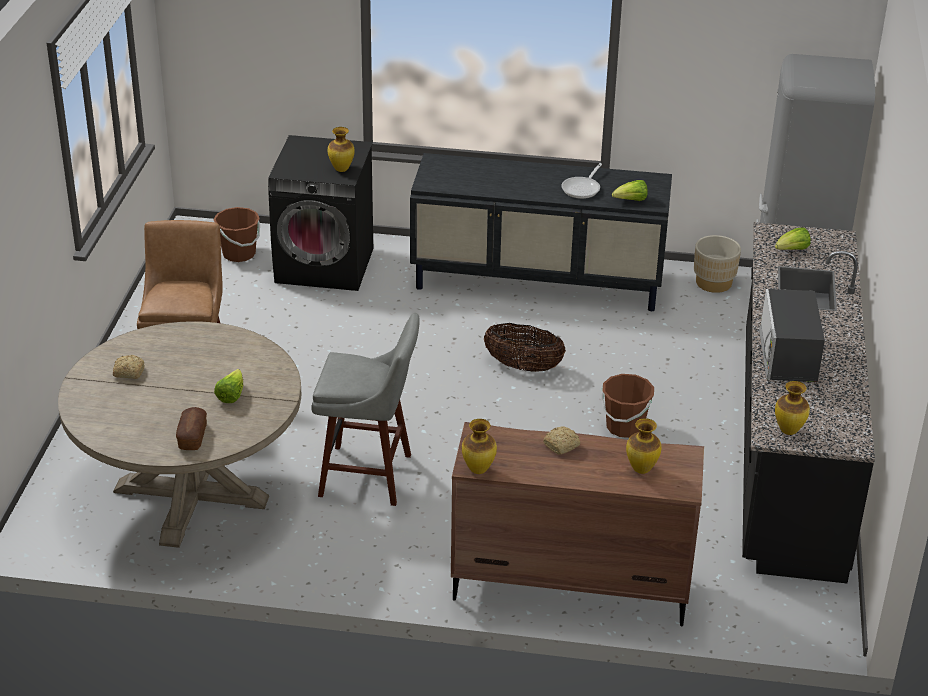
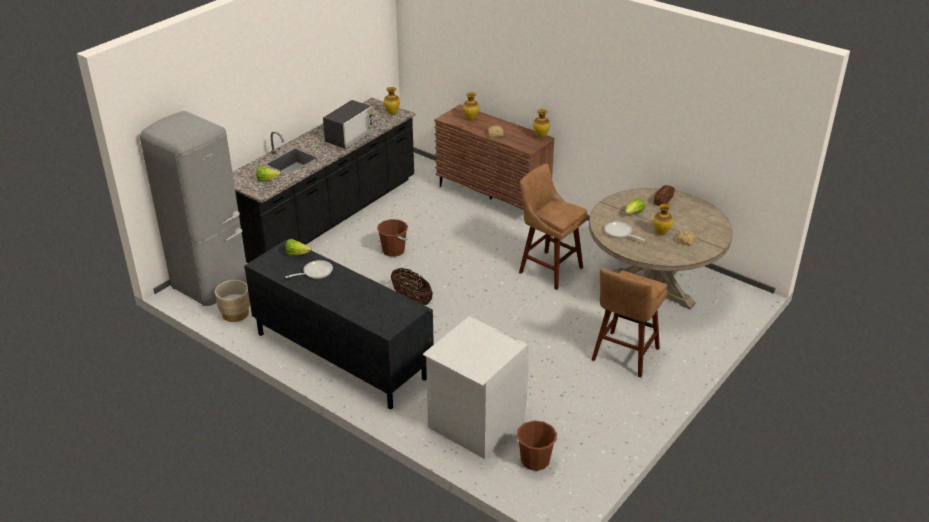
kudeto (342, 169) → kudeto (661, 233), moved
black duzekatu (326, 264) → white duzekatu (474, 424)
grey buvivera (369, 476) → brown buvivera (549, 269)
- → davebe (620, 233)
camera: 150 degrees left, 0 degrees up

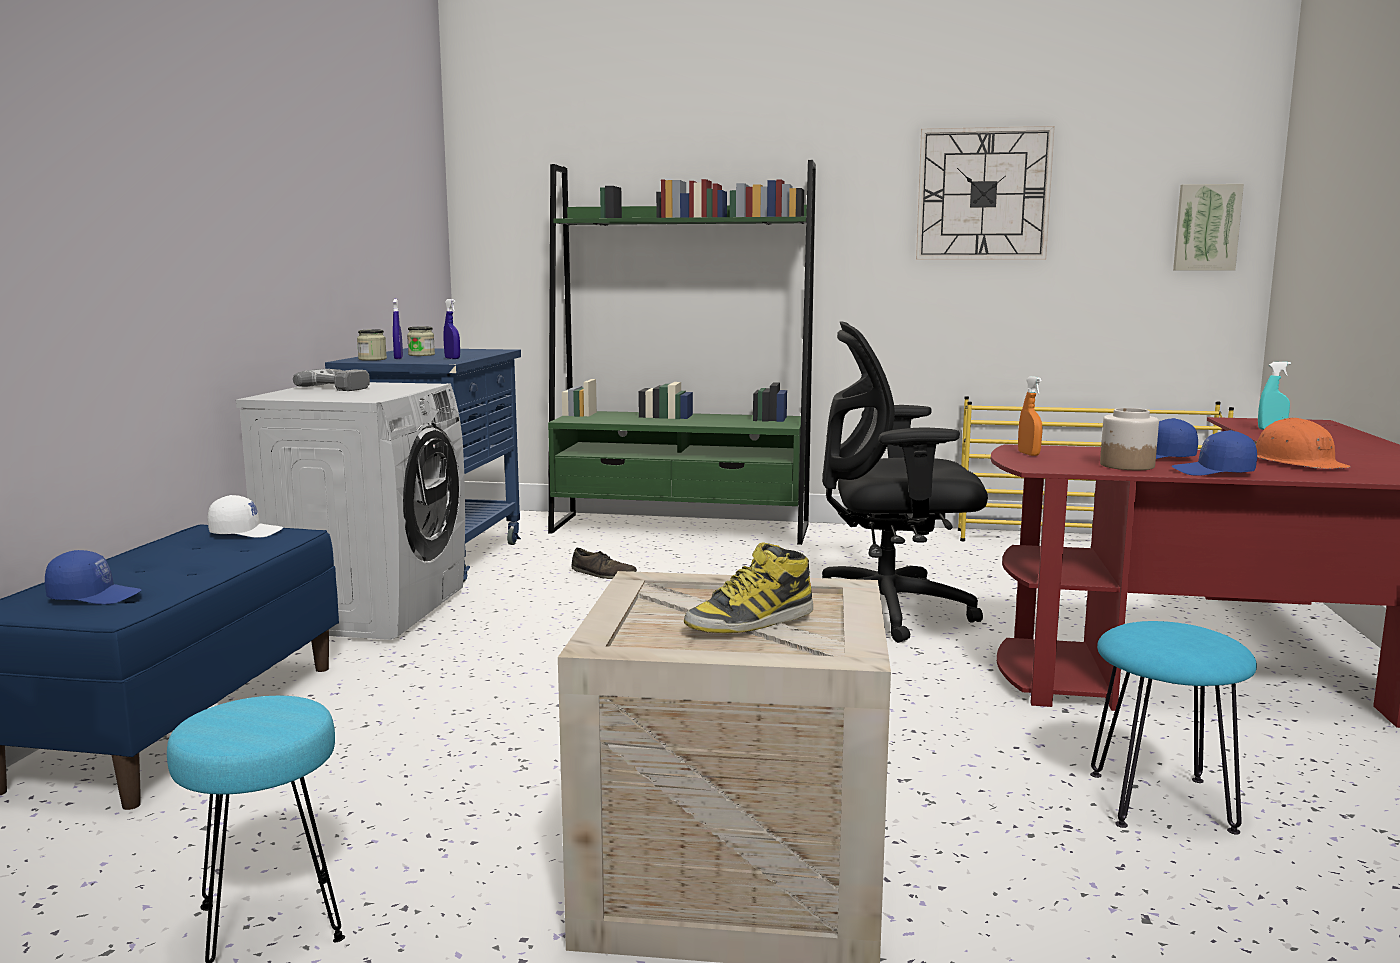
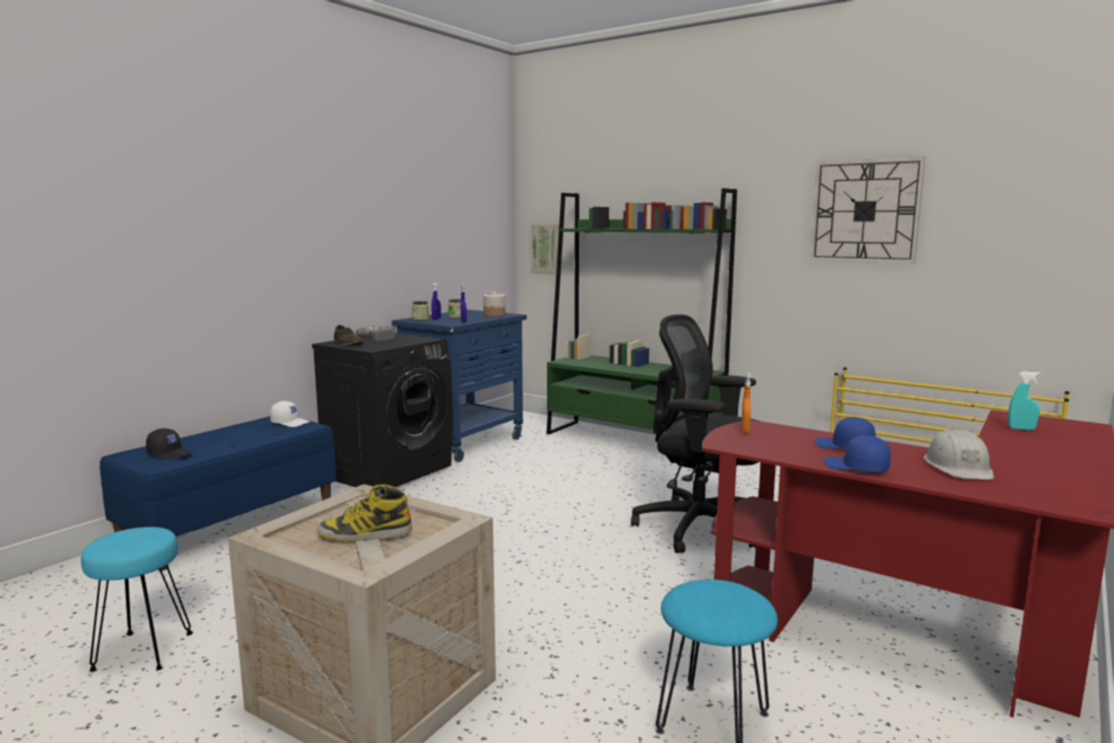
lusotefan (1206, 227) → lusotefan (547, 249), moved
white duzekatu (368, 612) → black duzekatu (388, 474)
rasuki (1126, 465) → rasuki (494, 315), moved
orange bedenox (1297, 462) → white bedenox (958, 467)
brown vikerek (603, 574) → brown vikerek (348, 344), moved
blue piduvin (95, 596) → black piduvin (170, 453)
camera: 25 degrees right, 0 degrees up

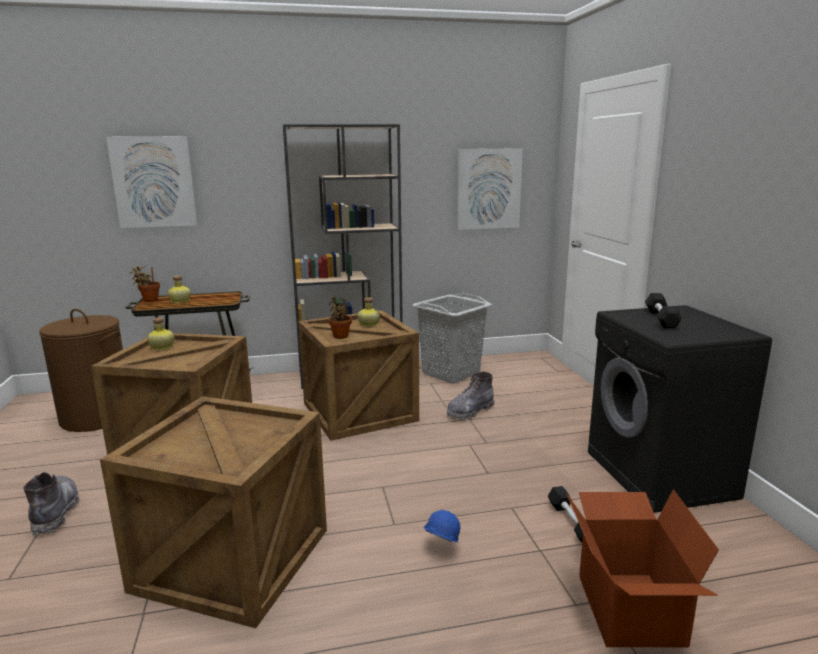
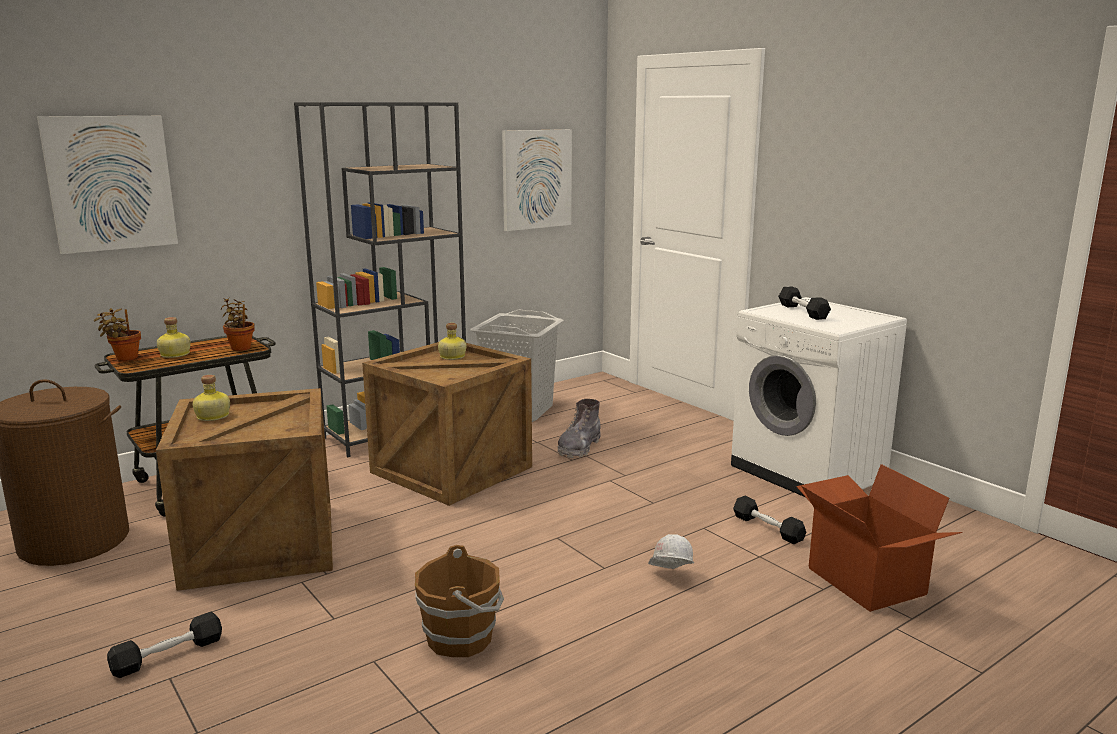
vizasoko (340, 336) → vizasoko (240, 347), moved
black duzekatu (657, 475) → white duzekatu (806, 473)
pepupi (232, 557) → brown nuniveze (462, 638)
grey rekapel (56, 512) → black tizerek (168, 655)
blue bedenox (440, 549) → white bedenox (669, 577)
camera: 25 degrees left, 0 degrees up

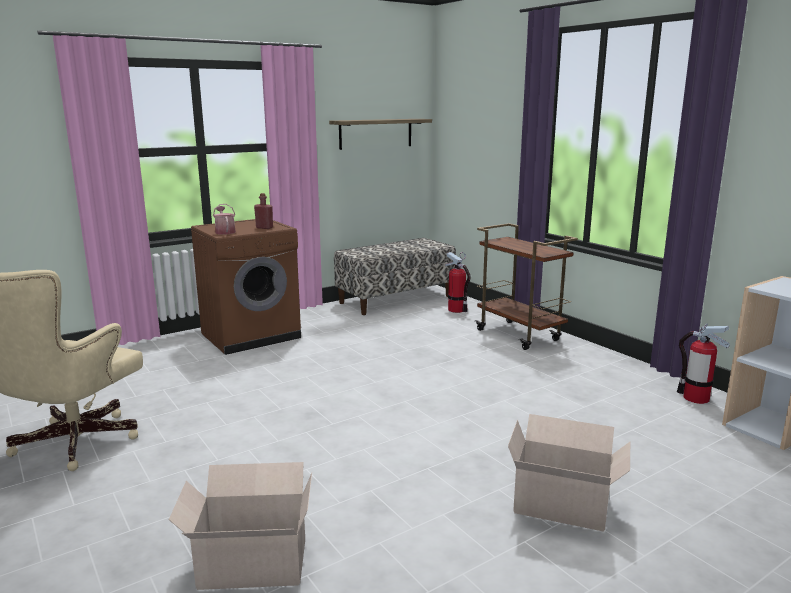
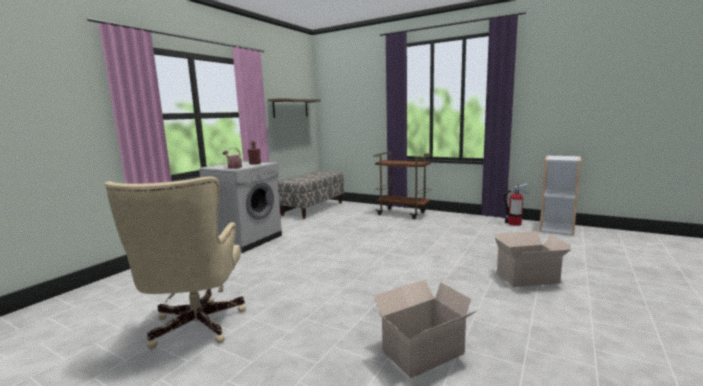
brown duzekatu (252, 336) → white duzekatu (247, 240)
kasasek (456, 310) → -
camera: 25 degrees left, 5 degrees down

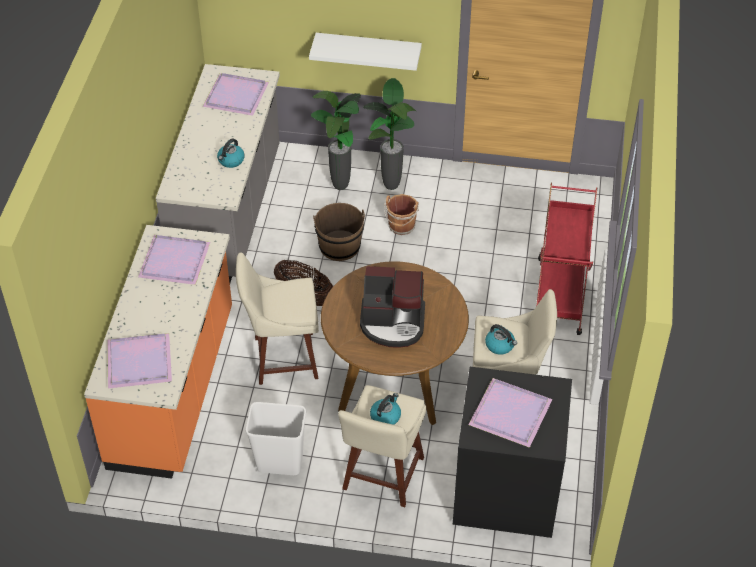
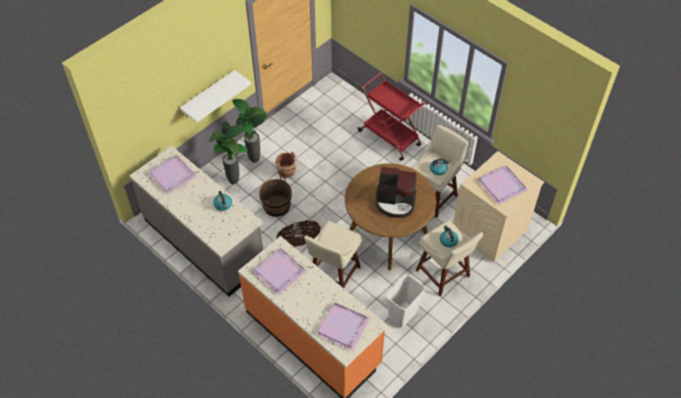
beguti (393, 323) → beguti (395, 202), 60 degrees clockwise
black duzekatu (505, 492) → beige duzekatu (489, 230)
camera: 55 degrees left, 5 degrees up

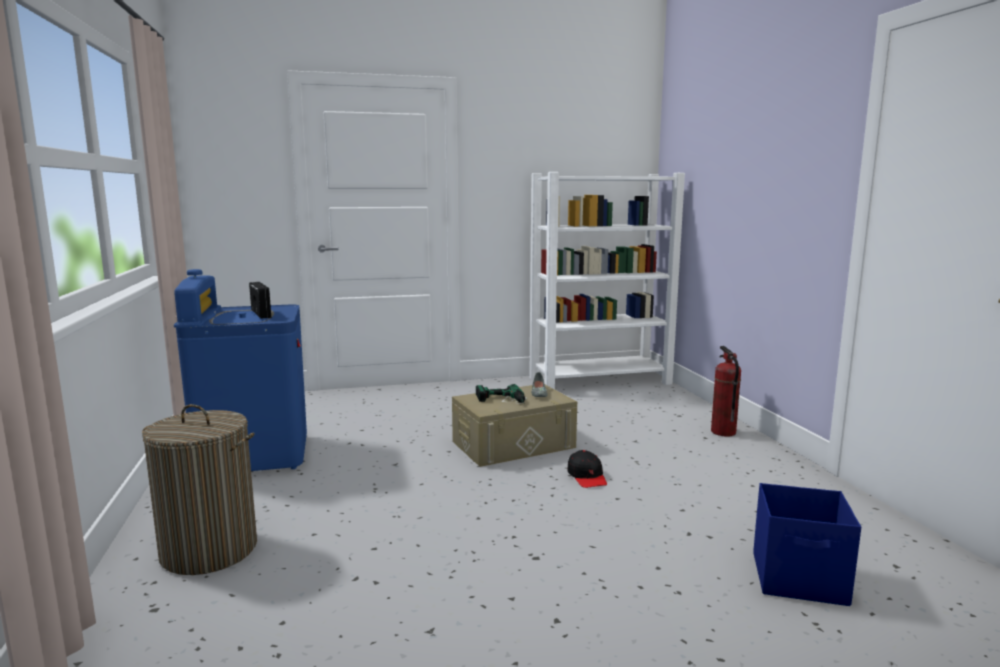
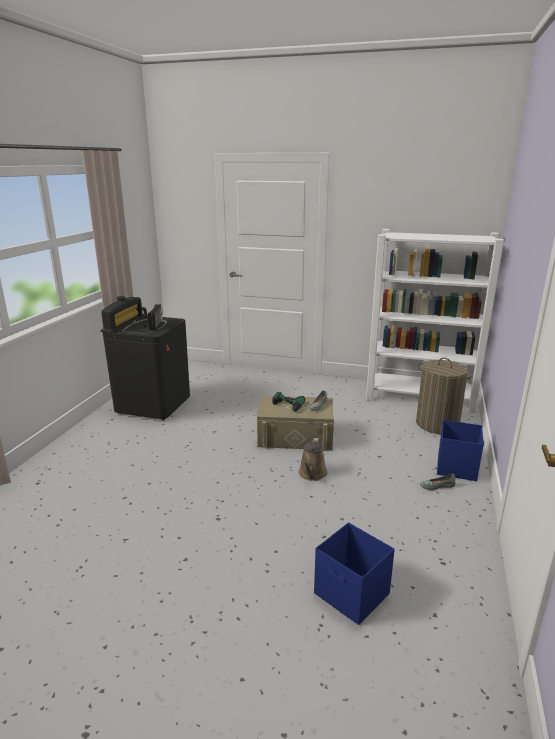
blue duzekatu (253, 454) → black duzekatu (153, 404)
kasasek (722, 432) → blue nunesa (457, 467)
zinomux (209, 550) → zinomux (437, 424), moved
black piduvin (587, 477) → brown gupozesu (312, 474)
- → grey vikerek (437, 486)
camera: 30 degrees right, 10 degrees up

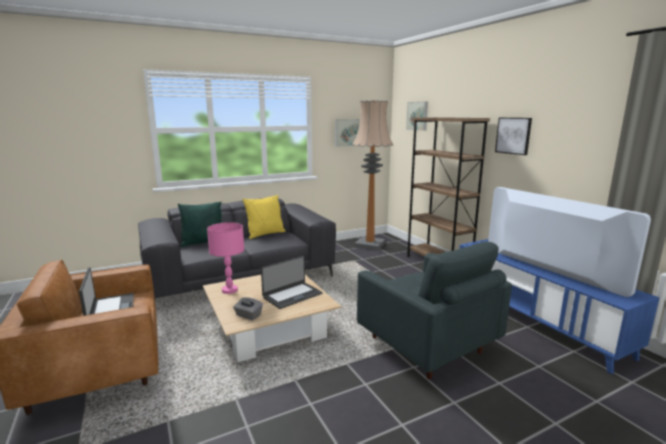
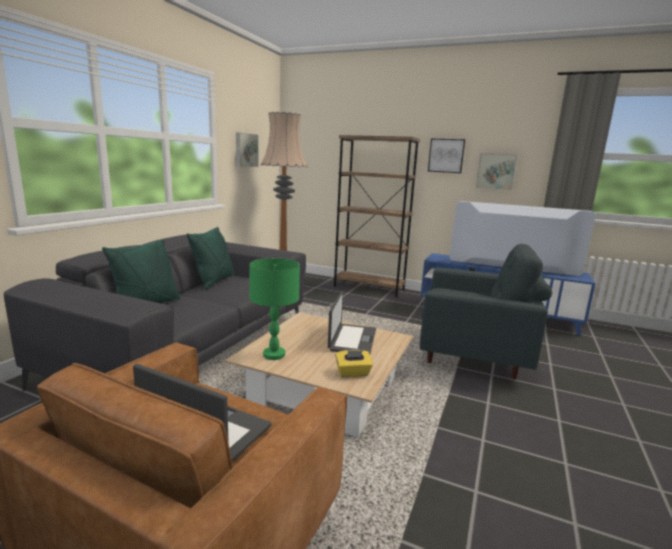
lusotefan (418, 116) → lusotefan (496, 171), moved
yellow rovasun (265, 234) → green rovasun (214, 281)
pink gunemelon (229, 290) → green gunemelon (274, 355)
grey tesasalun (248, 315) → yellow tesasalun (353, 373)
camera: 40 degrees left, 0 degrees up

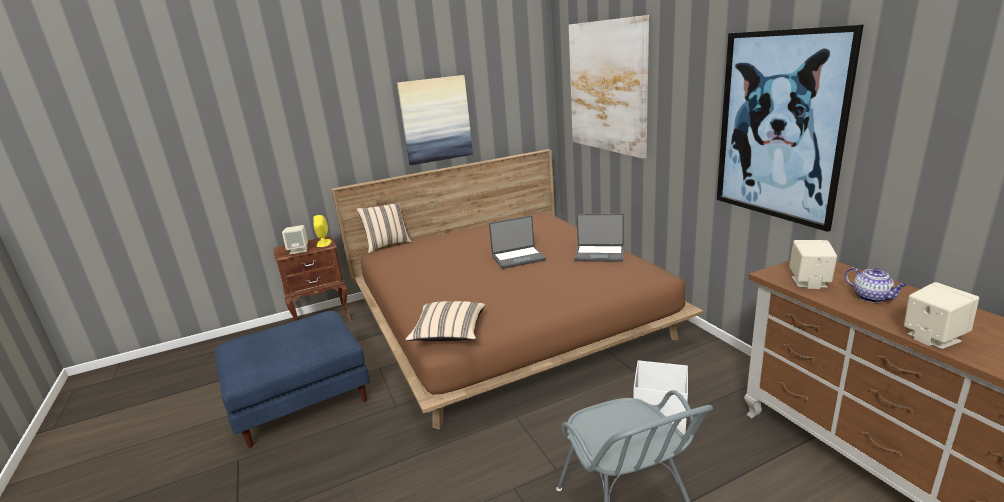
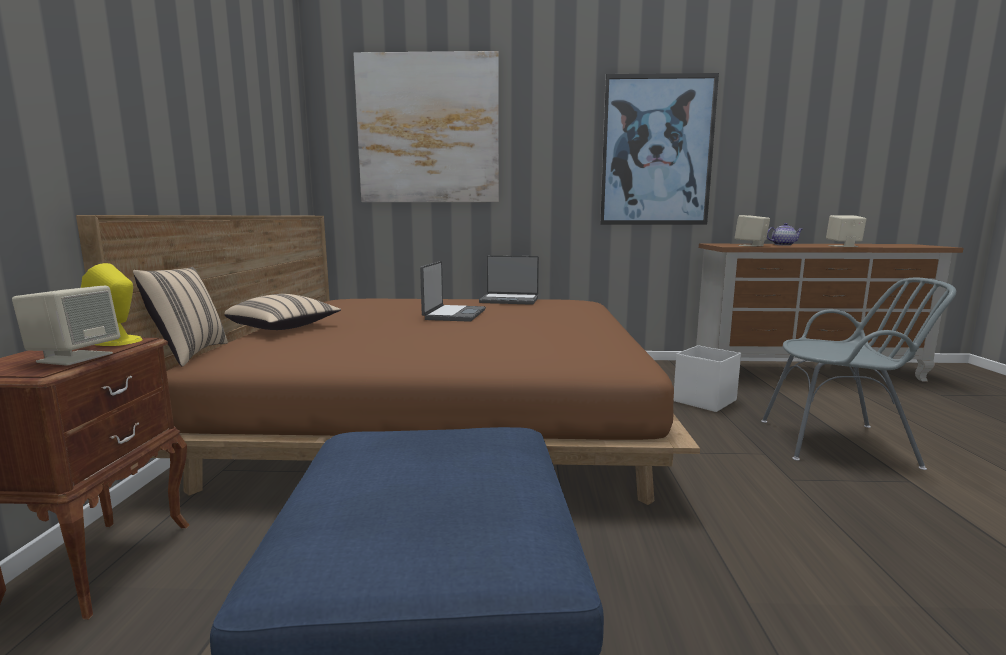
lusotefan (435, 120) → -
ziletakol (599, 254) → ziletakol (509, 300), 60 degrees clockwise
beige rovasun (449, 334) → beige rovasun (283, 328), moved
camera: 65 degrees left, 10 degrees down

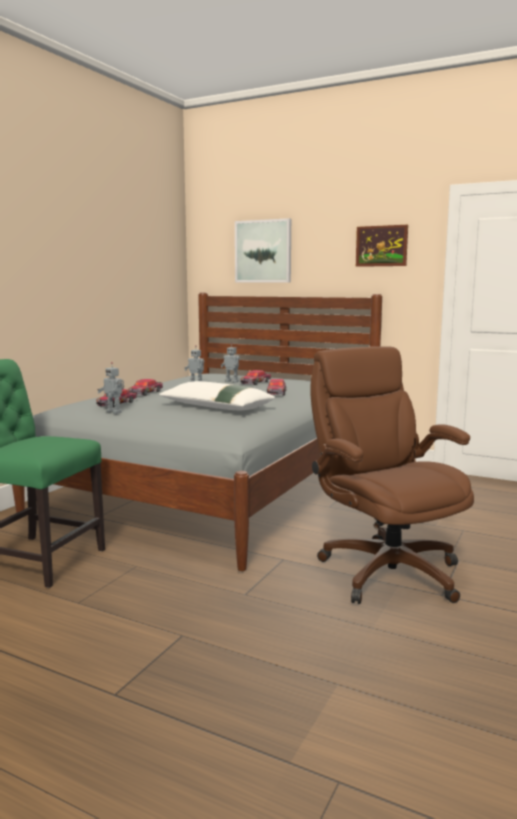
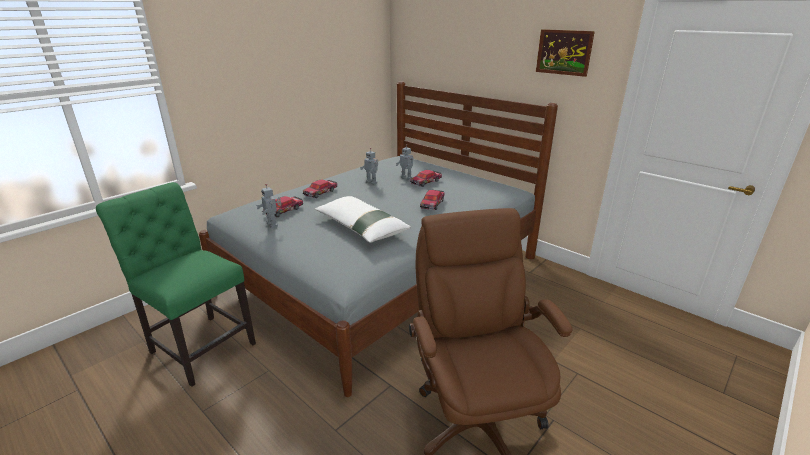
lusotefan (263, 251) → -
camera: 15 degrees right, 15 degrees up

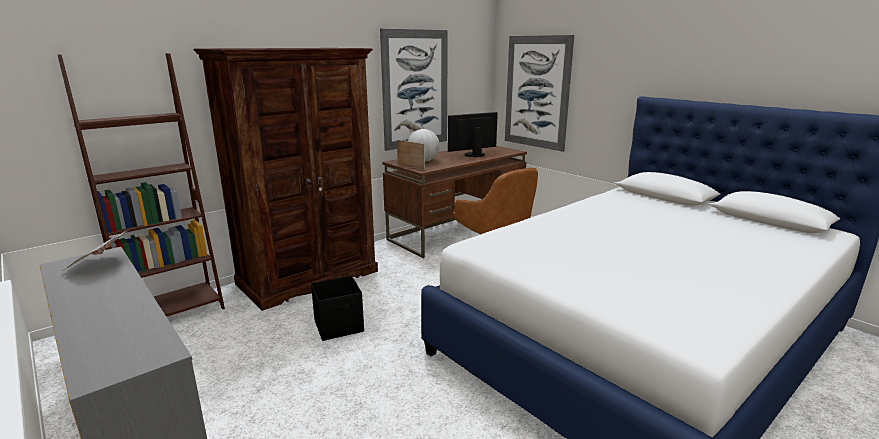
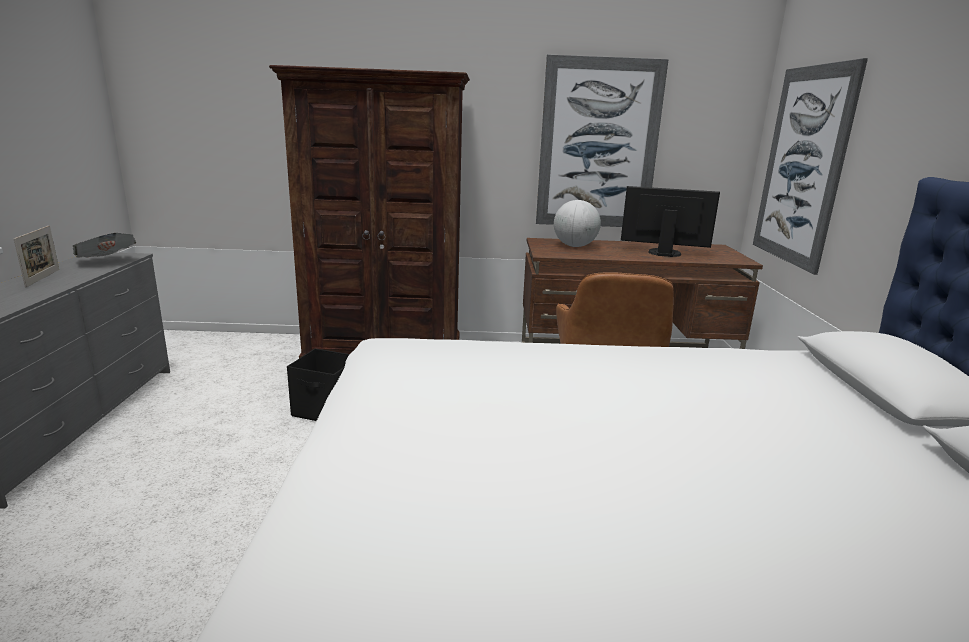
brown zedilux (174, 313) → -
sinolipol (410, 167) → sinolipol (43, 278), moved
camera: 40 degrees right, 0 degrees up

